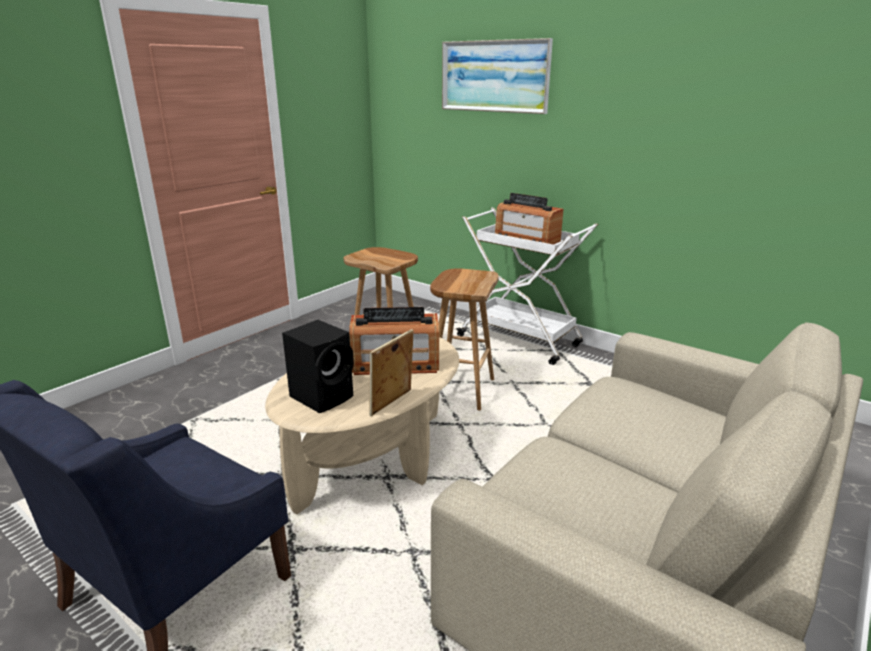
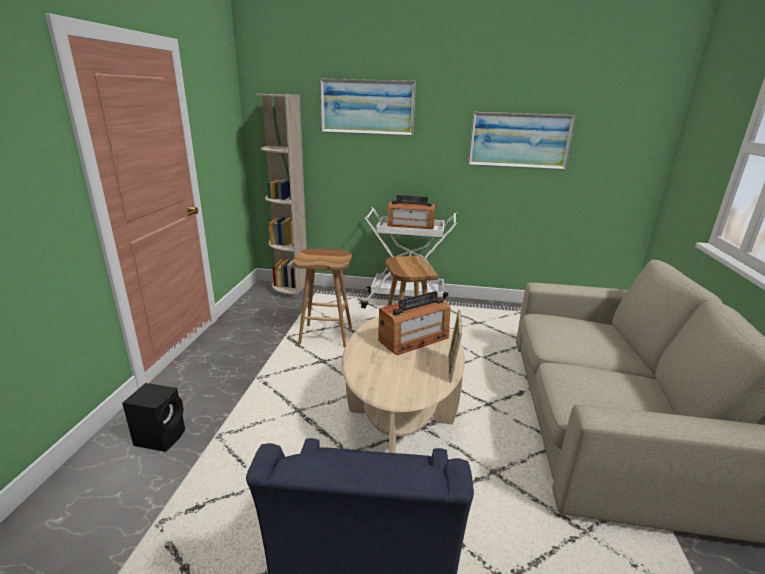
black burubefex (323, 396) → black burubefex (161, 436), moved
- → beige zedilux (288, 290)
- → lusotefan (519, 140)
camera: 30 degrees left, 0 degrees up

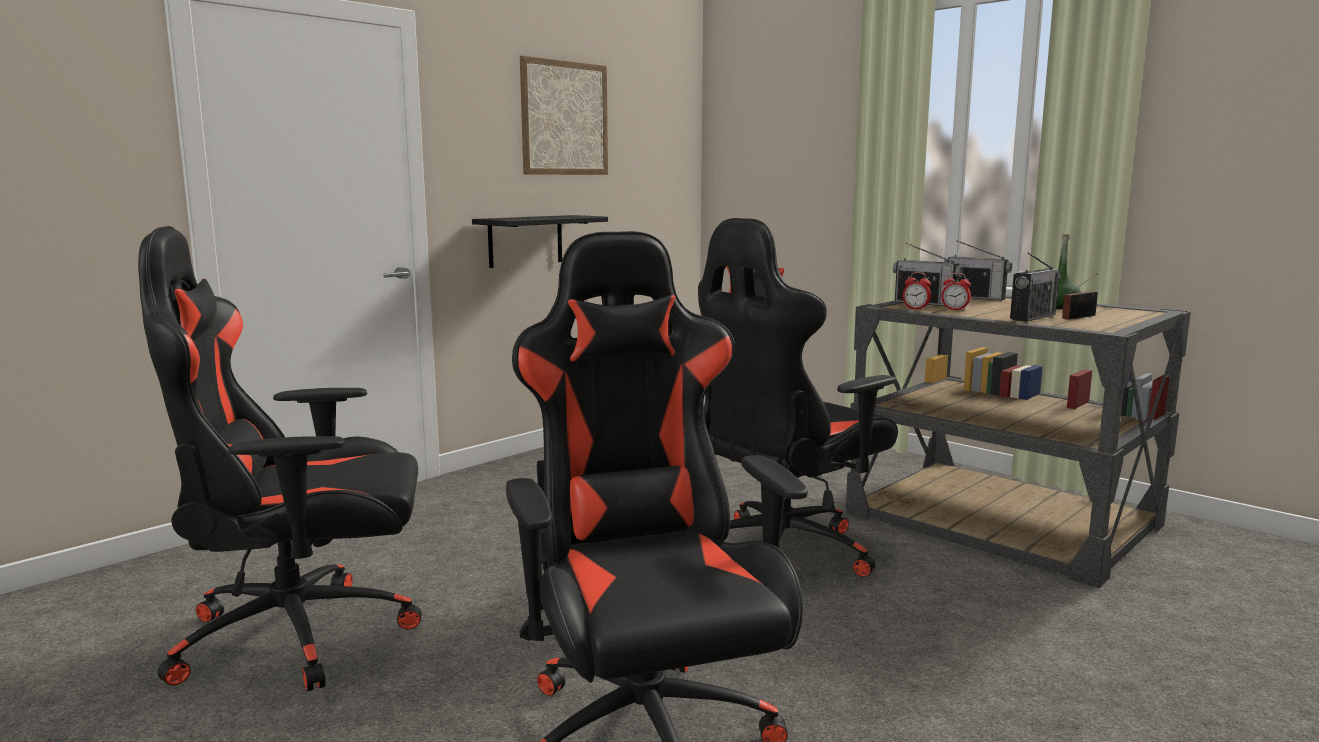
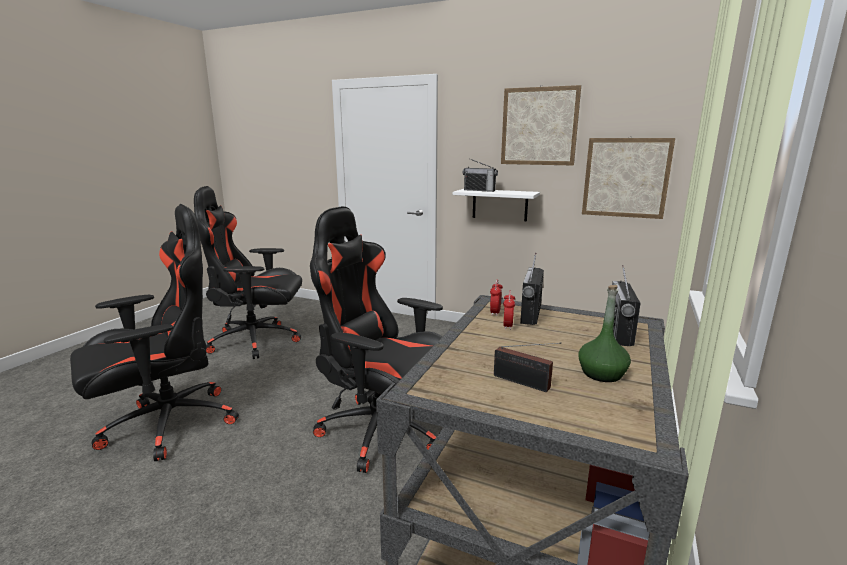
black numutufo (525, 240) → white numutufo (499, 204)
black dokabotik (312, 636) → black dokabotik (261, 341), 60 degrees counterclockwise
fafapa (1033, 317) → fafapa (479, 190), moved
- → lusotefan (626, 177)
camera: 70 degrees right, 5 degrees up

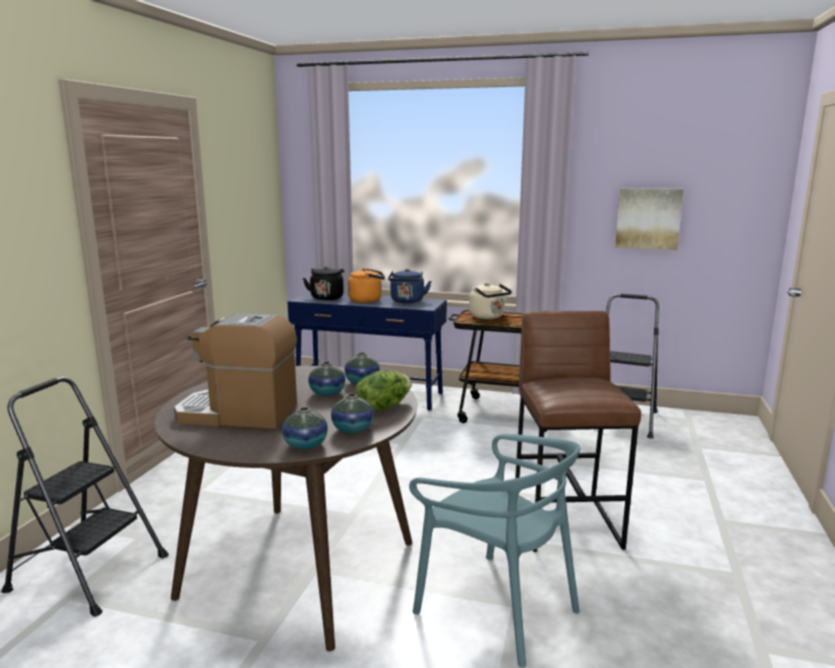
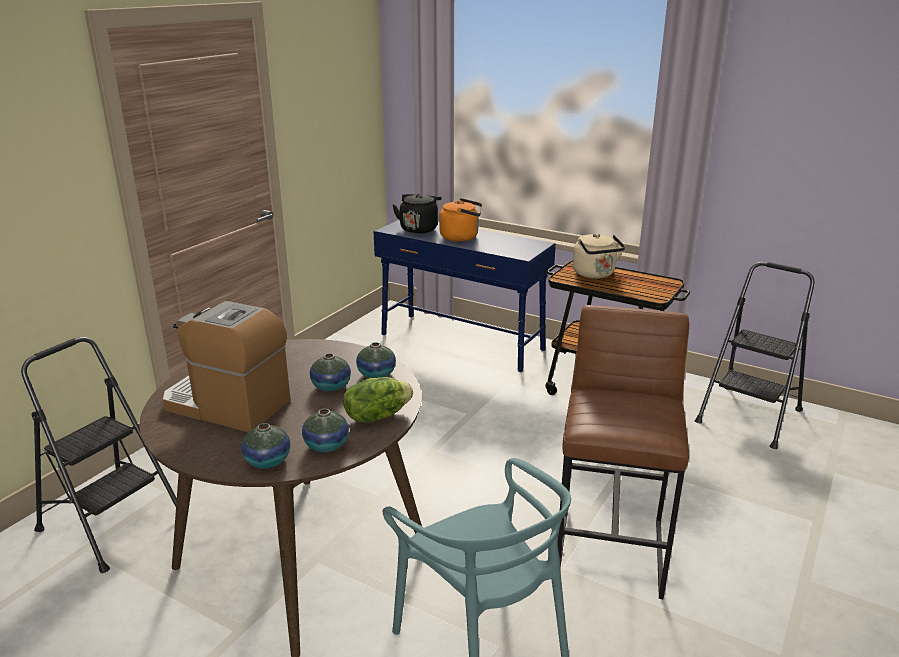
lusotefan (648, 218) → -
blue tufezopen (407, 301) → -
camera: 15 degrees right, 10 degrees up

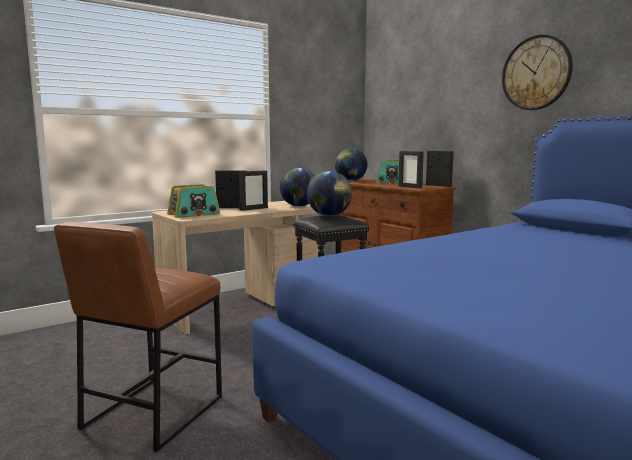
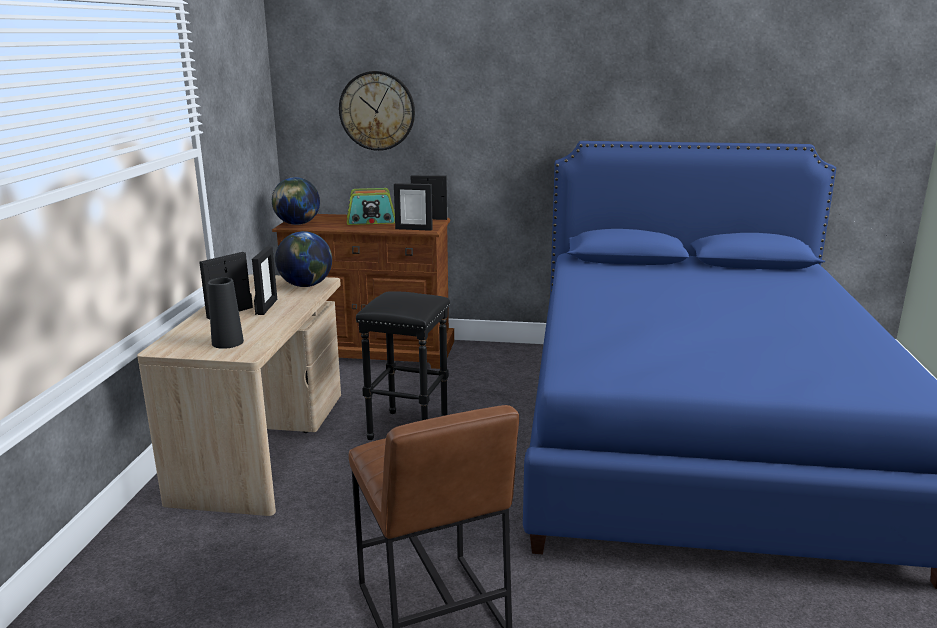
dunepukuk (536, 73) → dunepukuk (377, 111), moved
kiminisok (329, 215) → -
fafapa (194, 214) → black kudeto (227, 342)
camera: 45 degrees left, 10 degrees up

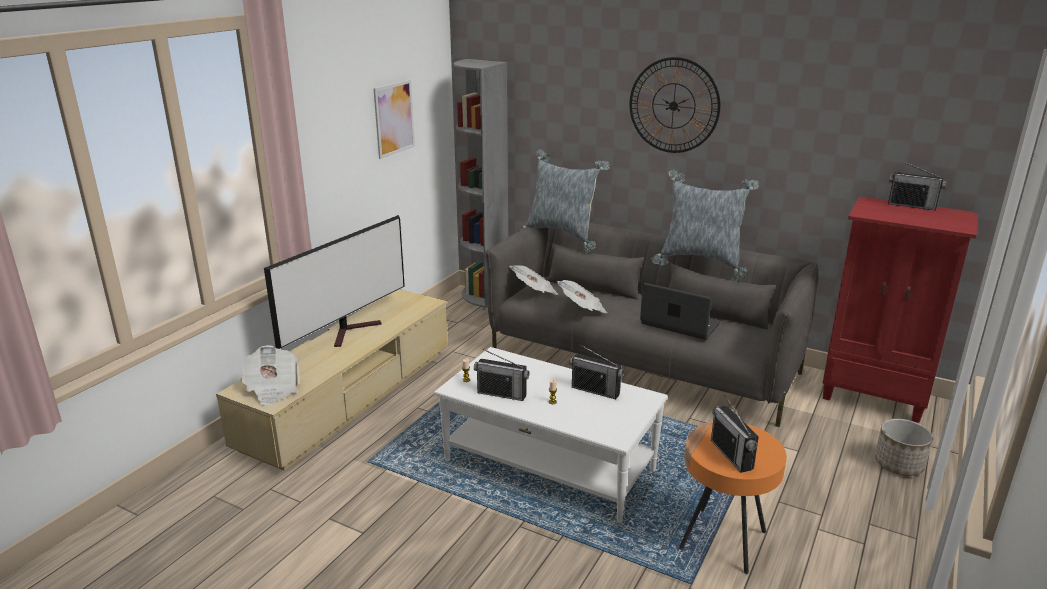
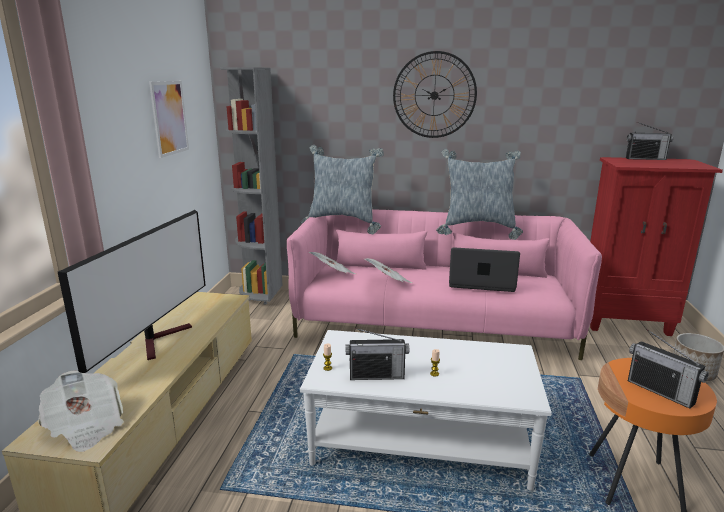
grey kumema (642, 362) → pink kumema (433, 326)
fafapa (595, 390) → -
camera: 20 degrees left, 5 degrees down

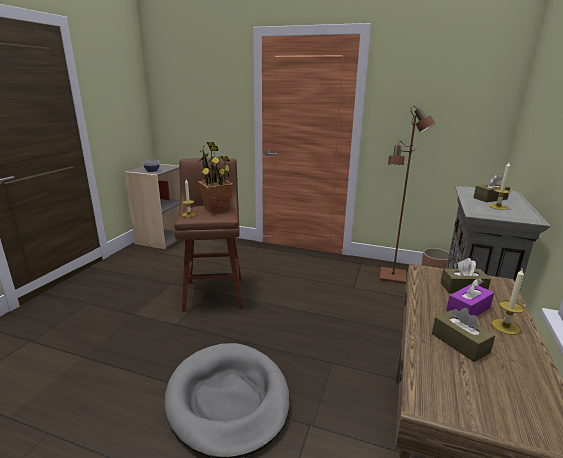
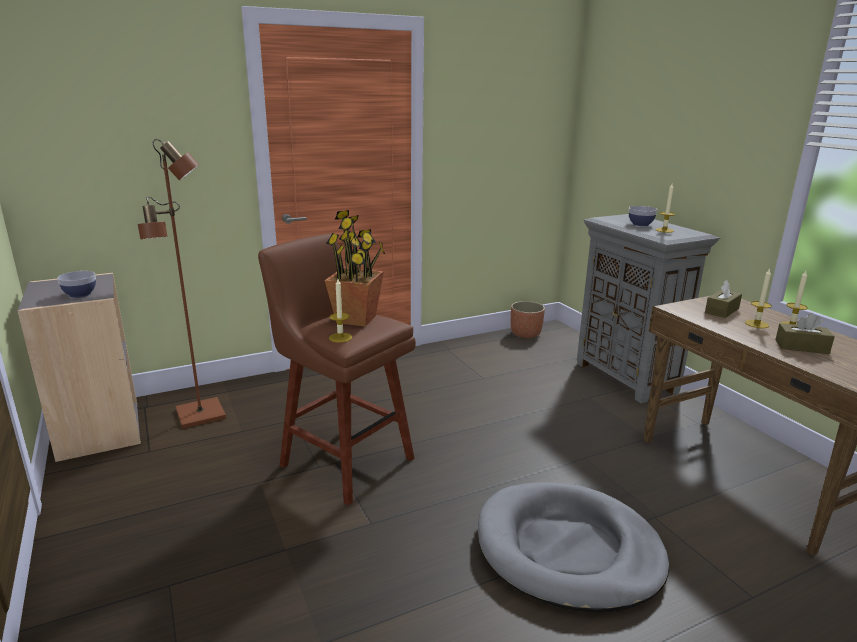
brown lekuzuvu (392, 276) → brown lekuzuvu (200, 414), moved
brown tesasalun (490, 198) → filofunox (640, 224)
purple tesasalun (468, 309) → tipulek (756, 324)
camera: 45 degrees left, 0 degrees up

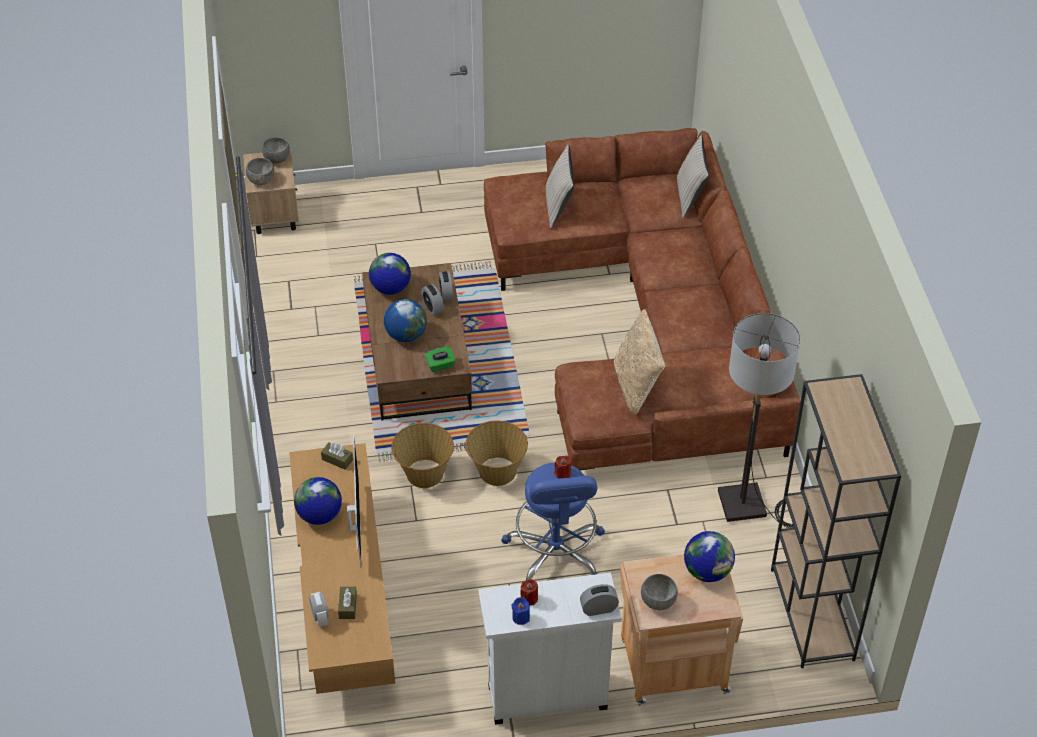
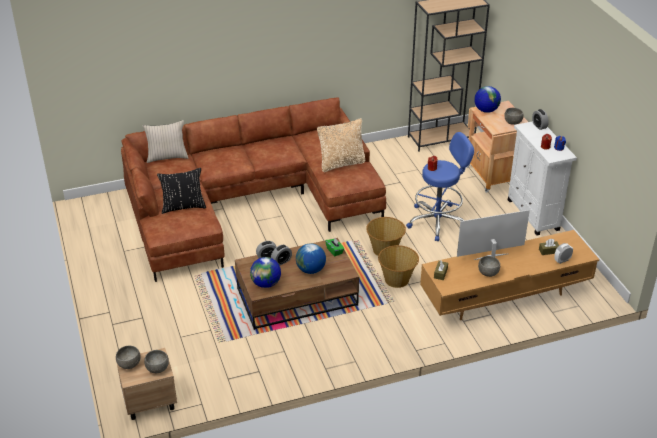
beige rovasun (559, 206) → black rovasun (183, 206)
lekuzuvu (756, 507) → -
kiminisok (319, 515) → grey filofunox (488, 273)
camera: 100 degrees left, 10 degrees down

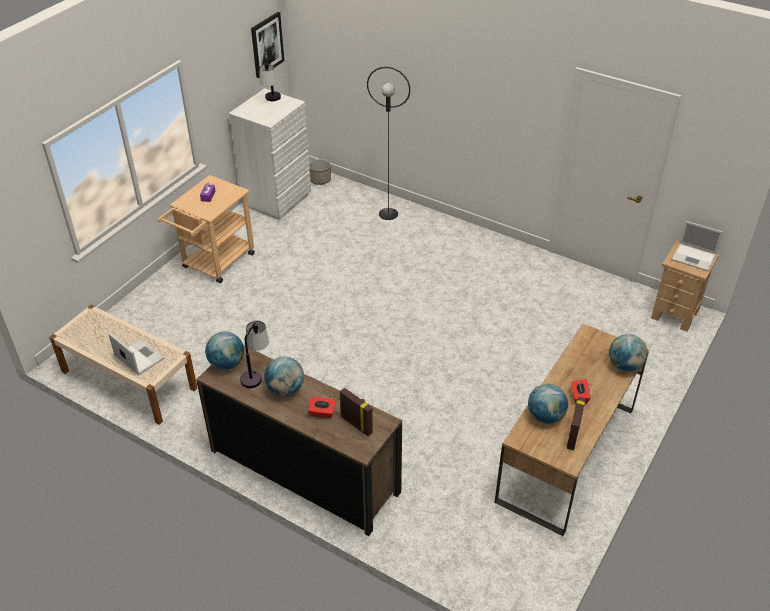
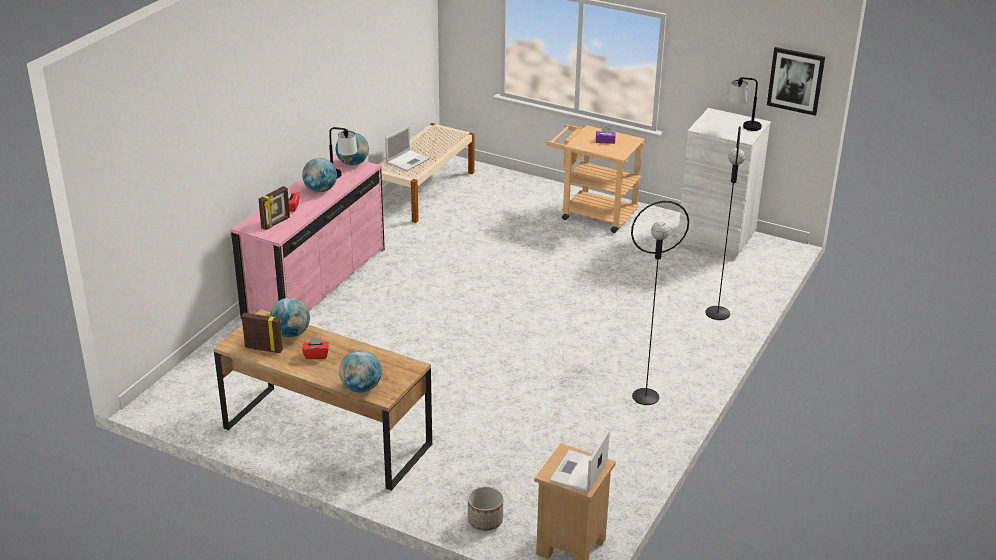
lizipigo (320, 179) → lizipigo (485, 520), moved
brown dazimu (304, 470) → pink dazimu (317, 282)
- → black lekuzuvu (645, 397)
camera: 85 degrees right, 10 degrees down

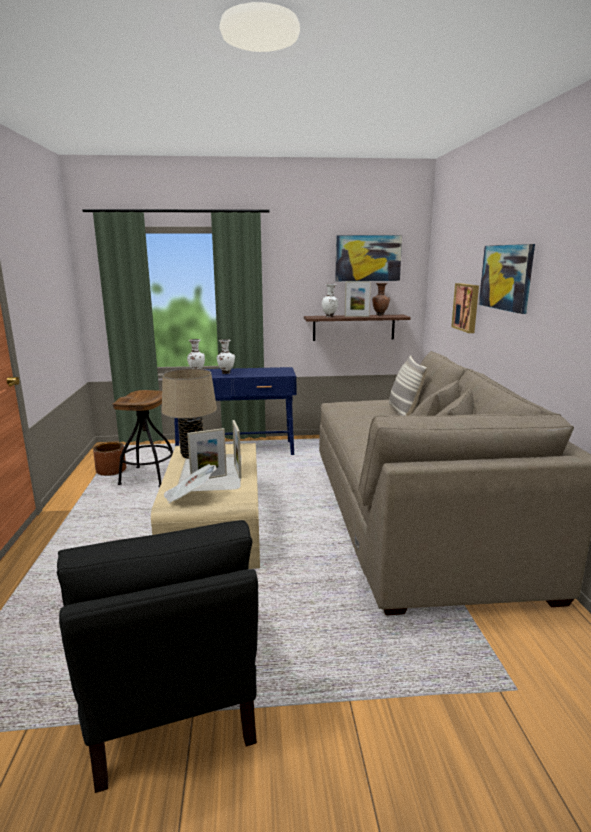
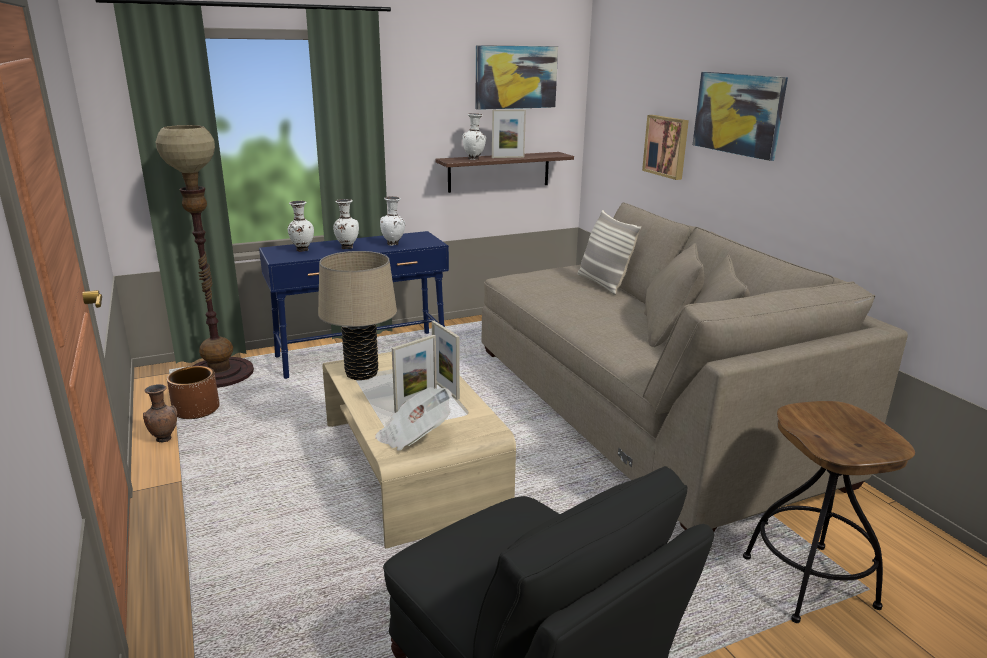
brown kudeto (380, 315) → brown kudeto (164, 438), moved
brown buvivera (148, 477) → brown buvivera (809, 581), moved
- → lekuzuvu (220, 373)
- → white kudeto (394, 244)
camera: 20 degrees left, 5 degrees up

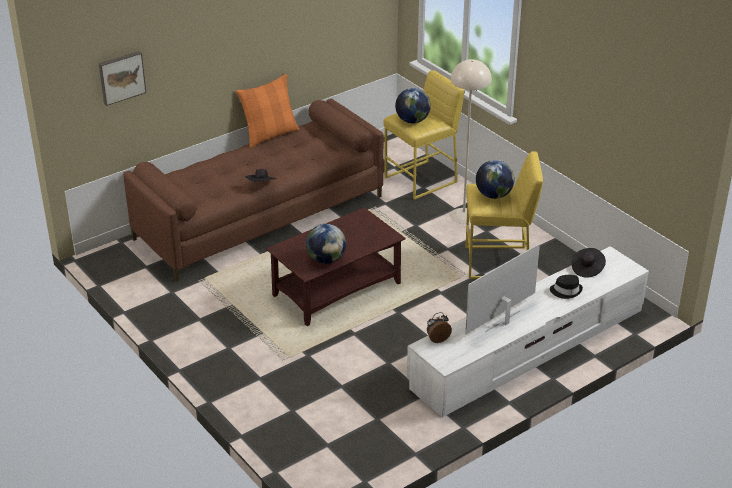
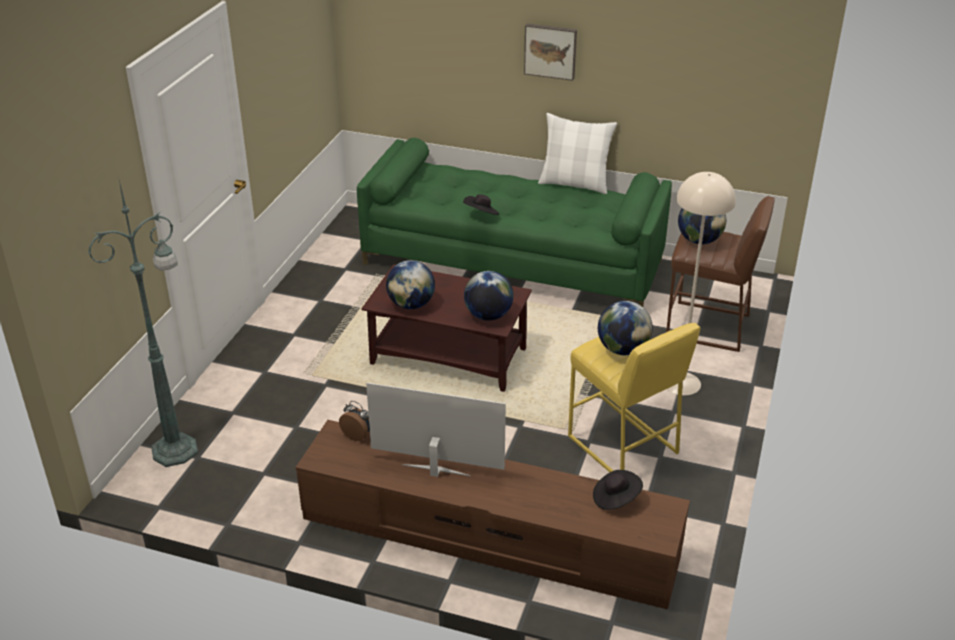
lusotefan (121, 77) → lusotefan (550, 51), moved
yellow buvivera (422, 179) → brown buvivera (709, 326)
orange rovasun (270, 135) → white rovasun (574, 184)
brown kumema (260, 217) → green kumema (513, 262)
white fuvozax (529, 348) → brown fuvozax (488, 537)
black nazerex (566, 291) → -
- → green lekuzuvu (177, 449)
- → kiminisok (488, 315)
camera: 55 degrees right, 0 degrees up

